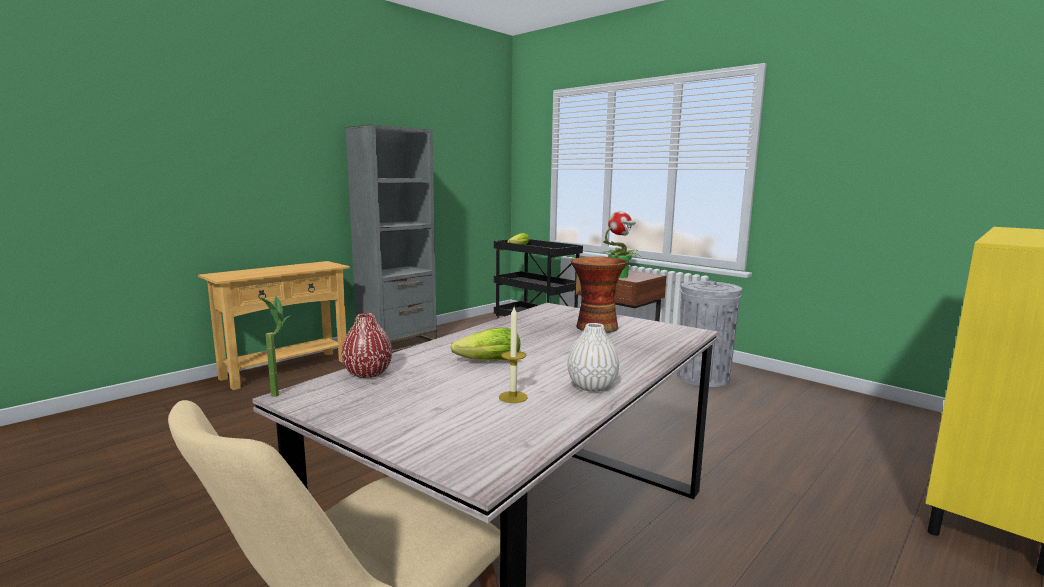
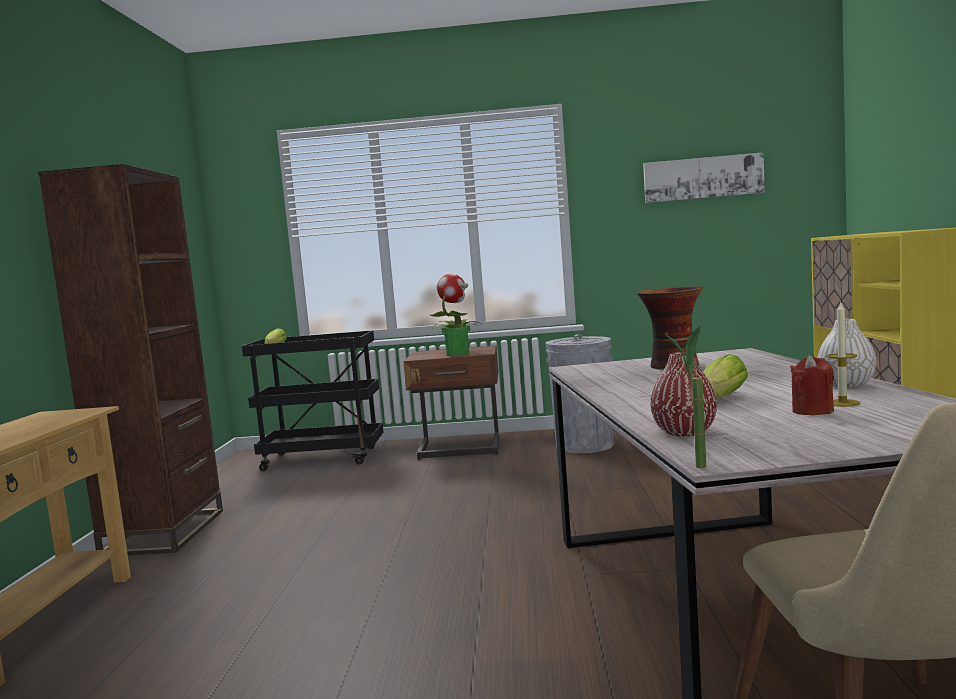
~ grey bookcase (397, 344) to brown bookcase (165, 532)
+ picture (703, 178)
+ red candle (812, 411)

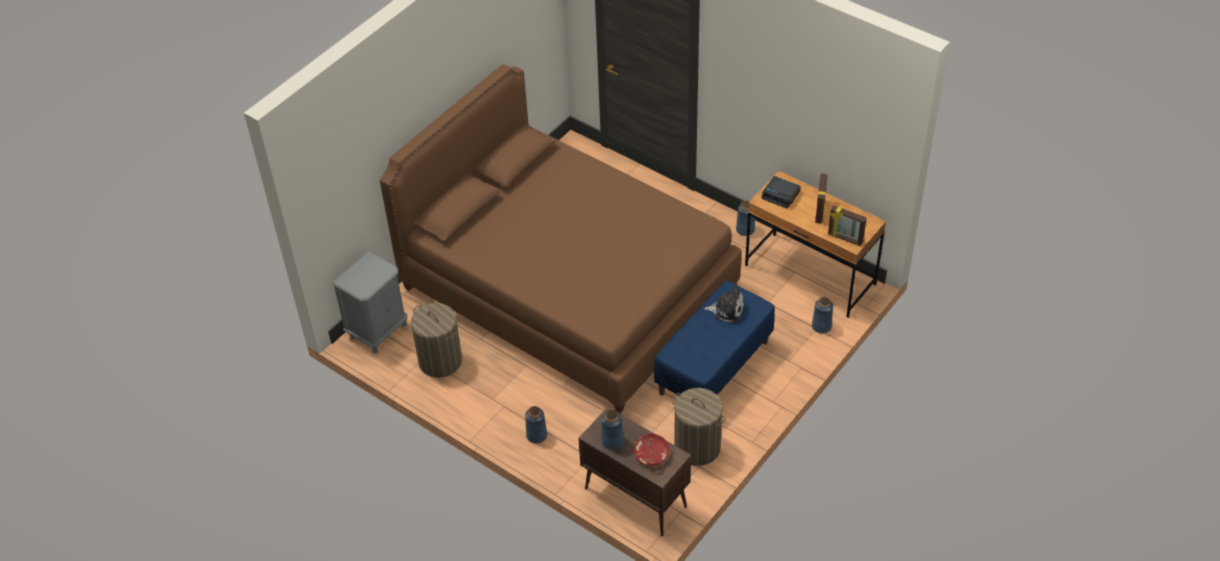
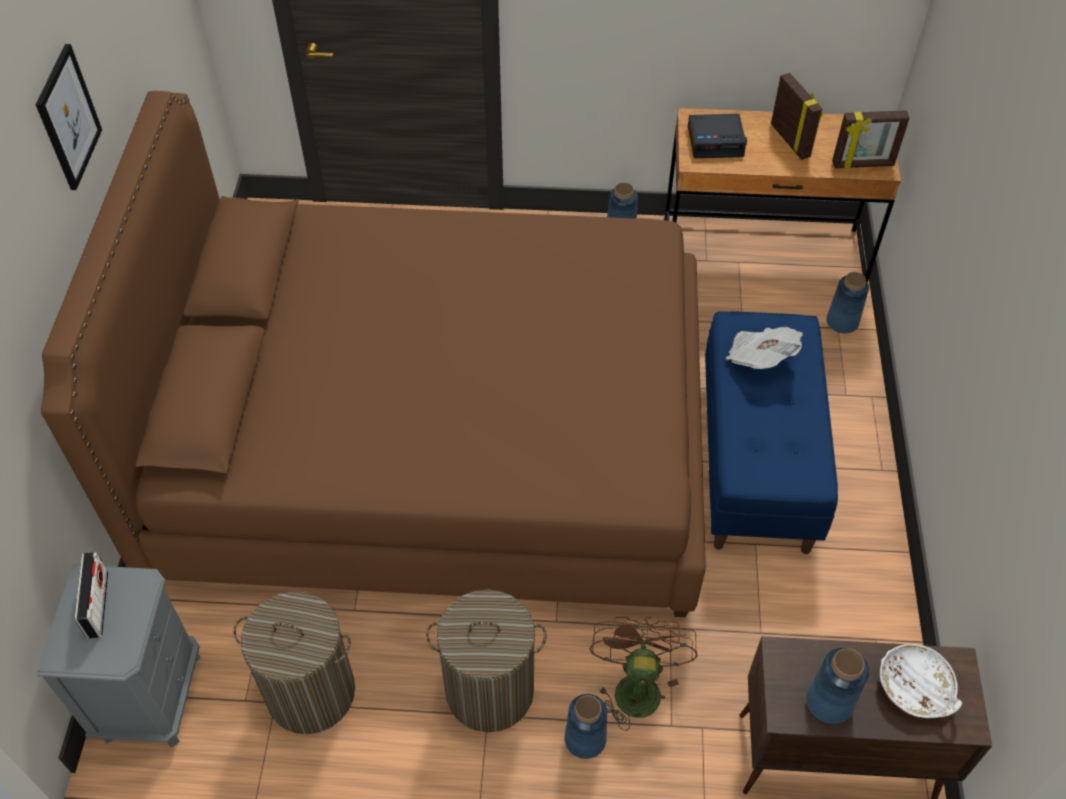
~ red bowl (651, 455) to white bowl (916, 689)
~ laundry basket (697, 447) to (490, 690)
~ plush toy (727, 310) to newspaper (760, 358)
+ picture (68, 117)
+ radio (98, 604)
+ brown fan (635, 685)

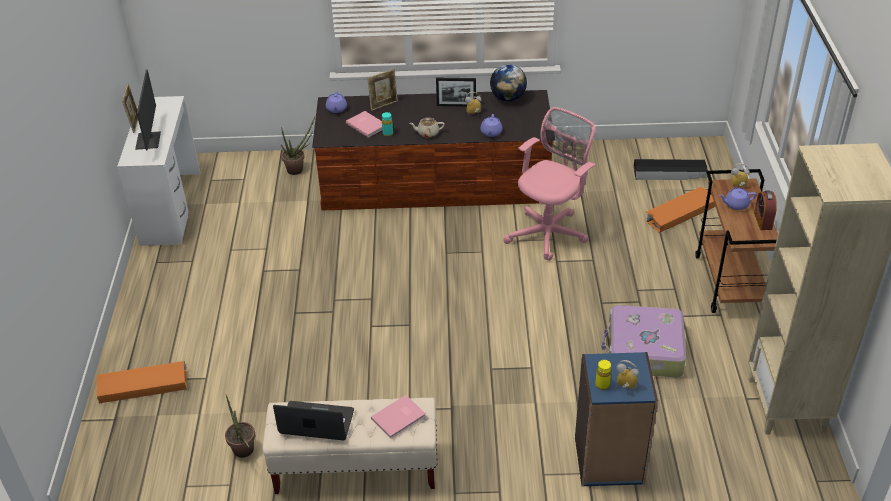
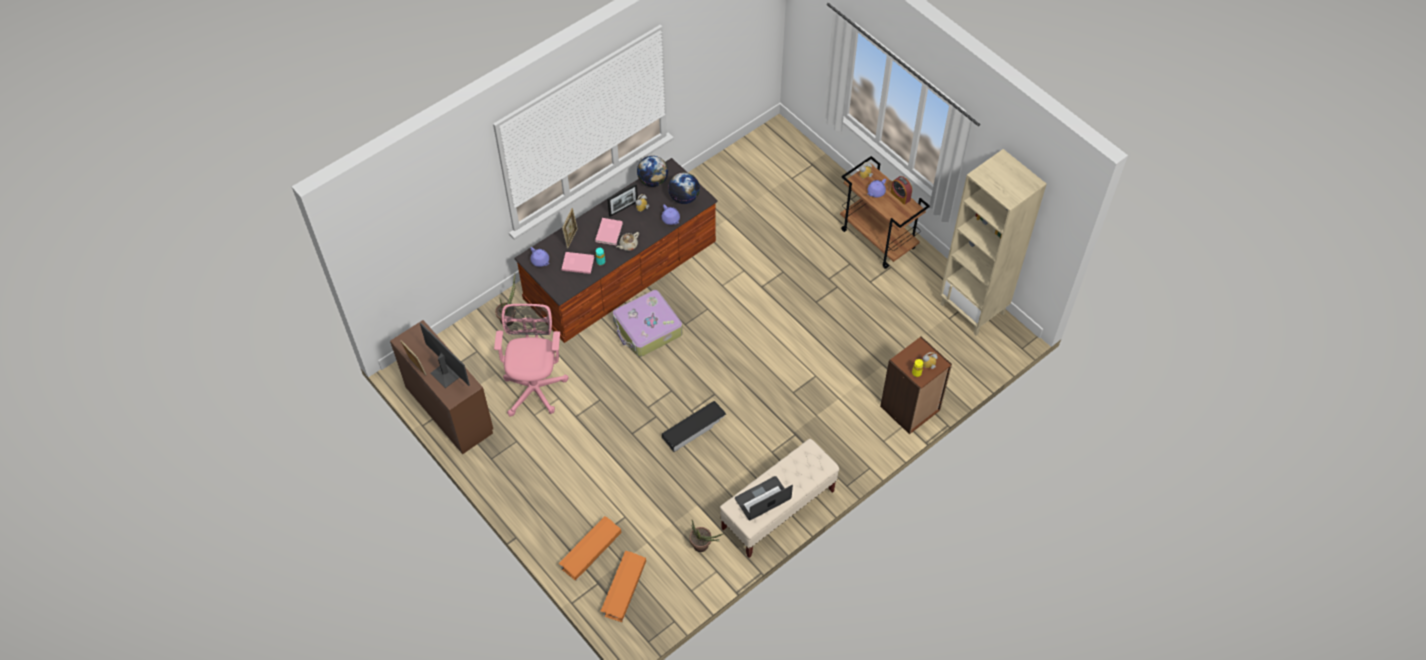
~ white desk (170, 208) to brown desk (449, 409)
~ pink book (399, 418) to (610, 232)
~ pink office chair (549, 232) to (535, 387)
~ blue bookcase (609, 461) to brown bookcase (910, 409)
~ suitcase (644, 350) to (647, 329)
~ black storage box (669, 173) to (694, 428)
~ orange storage box (679, 213) to (623, 588)
+ globe (684, 198)

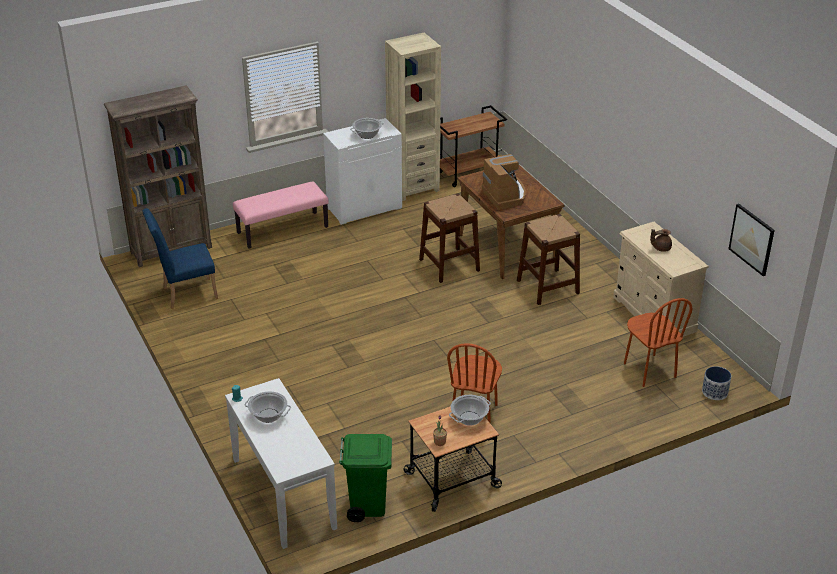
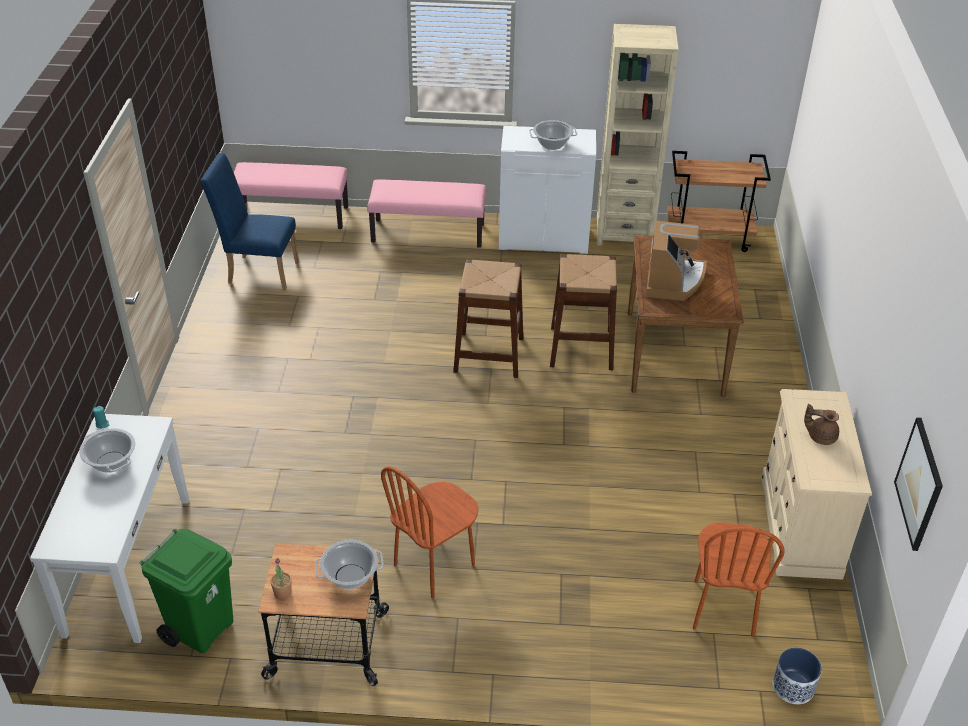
~ brown bookcase (172, 250) to pink bench (292, 215)
~ brown stool (547, 287) to (489, 354)

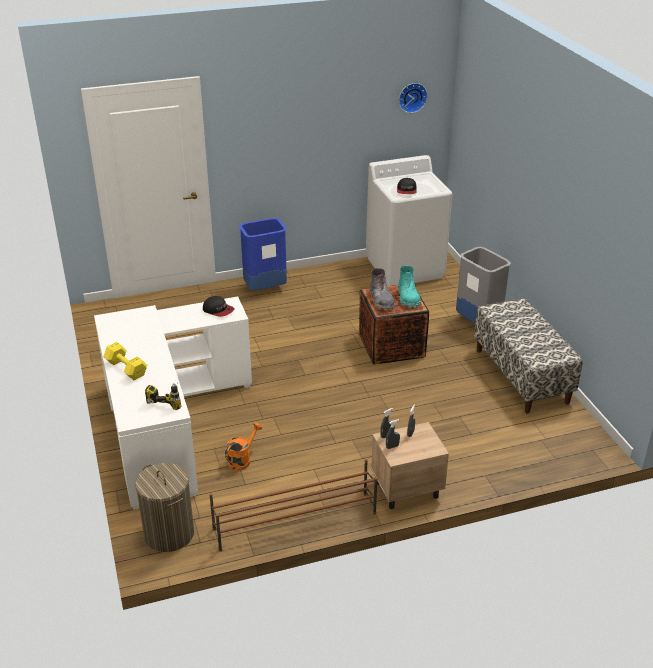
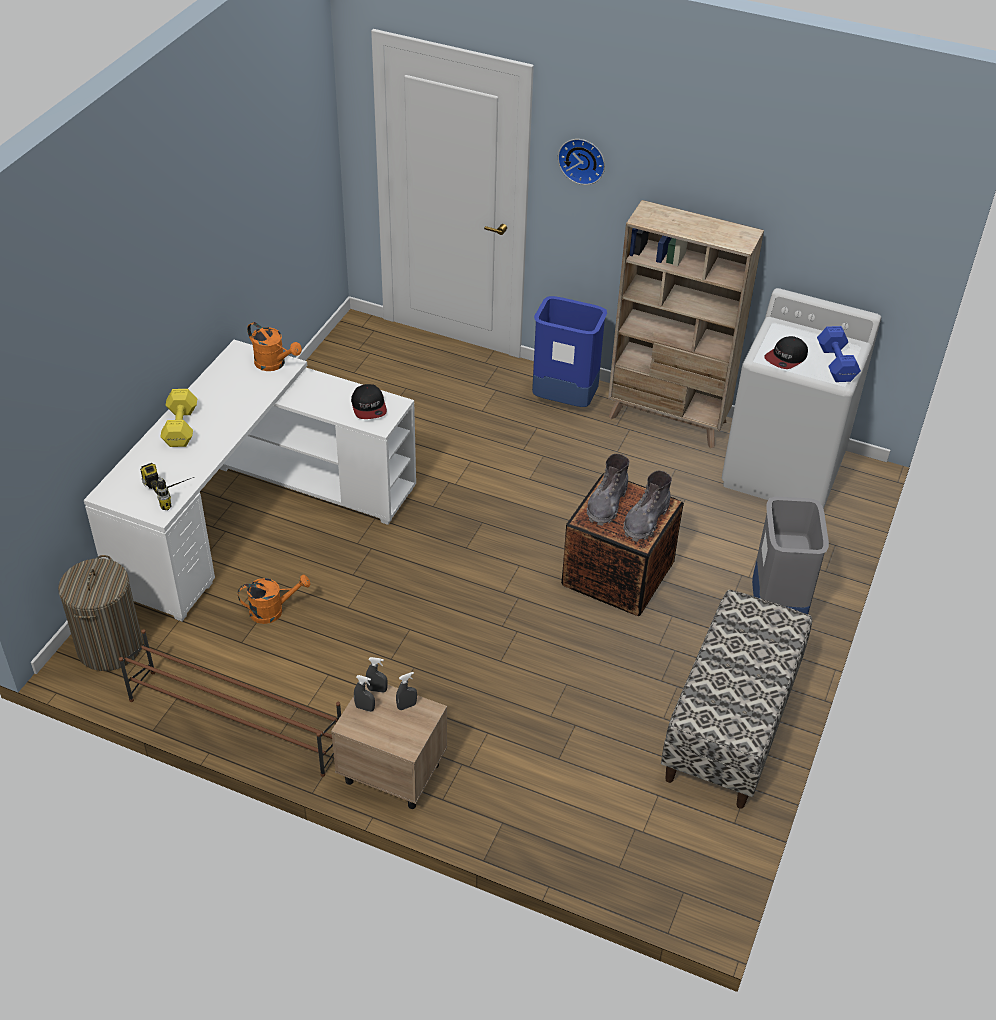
~ turquoise boot (408, 298) to grey boot (645, 521)
~ wall clock (412, 97) to (582, 160)
+ orange watering can (274, 364)
+ beige bookcase (668, 420)
+ blue dumbbell (836, 363)

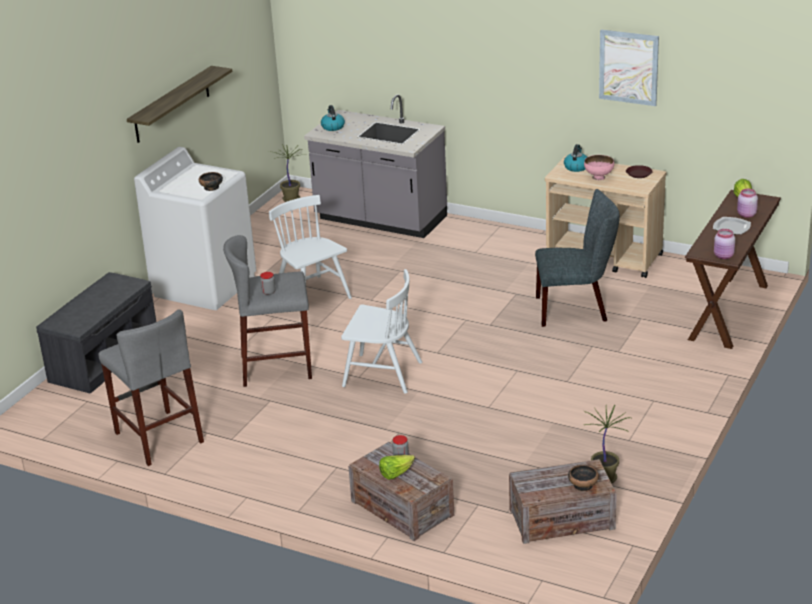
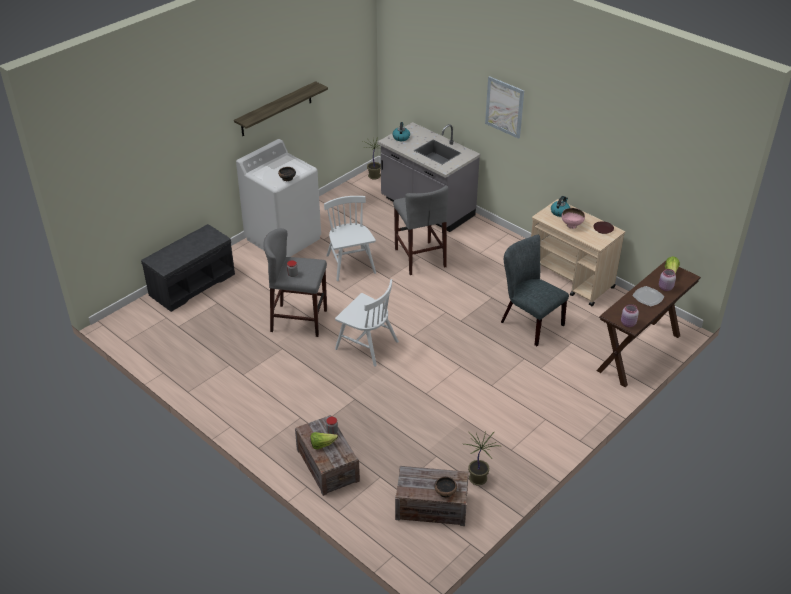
~ grey stool (159, 437) to (420, 258)
~ grey chair (576, 309) = (528, 322) 150 degrees counterclockwise
~ picture (628, 67) to (504, 107)

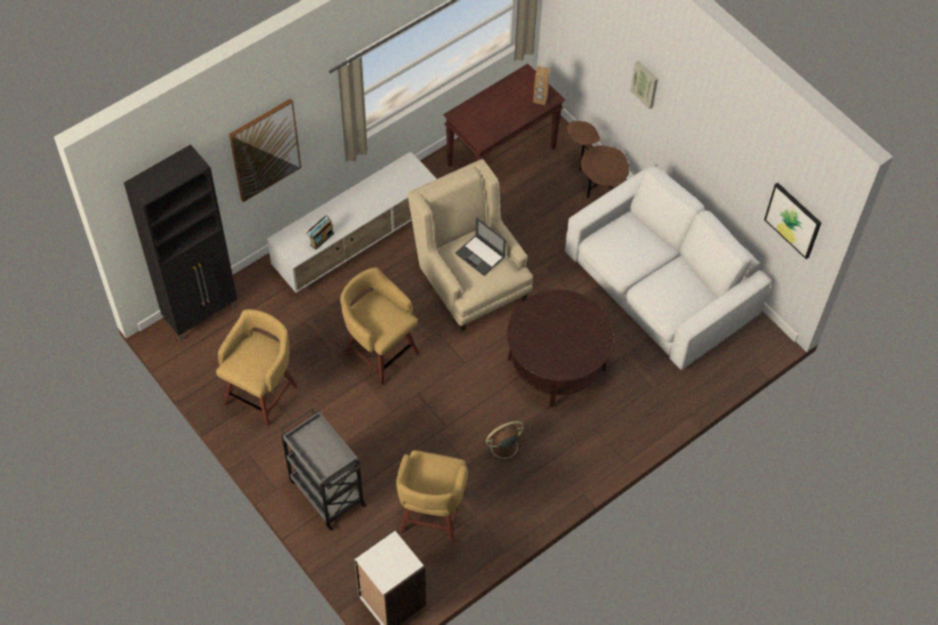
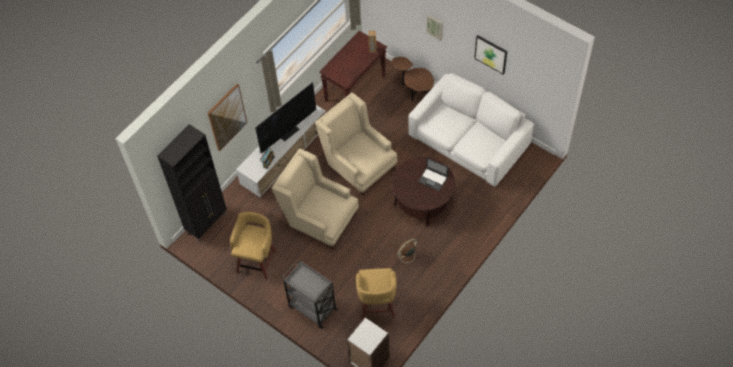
~ yellow stool (380, 351) to beige armchair (319, 219)
~ laptop (481, 255) to (433, 179)
~ picture (793, 220) to (491, 54)
+ television (288, 131)

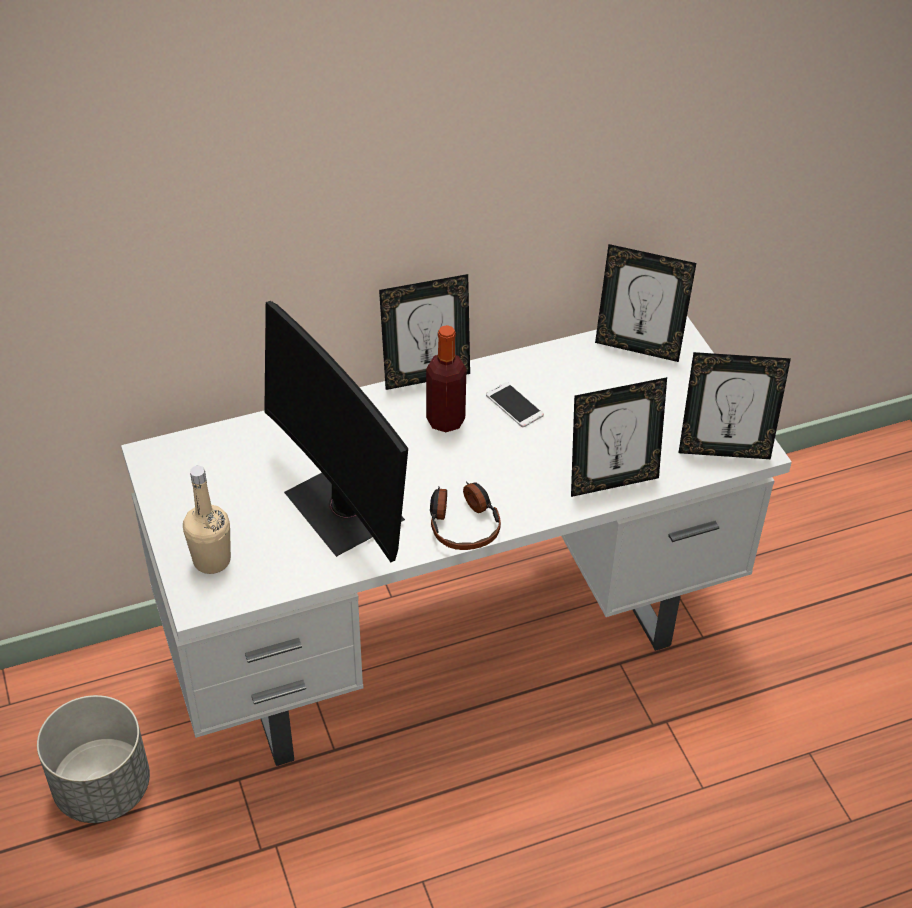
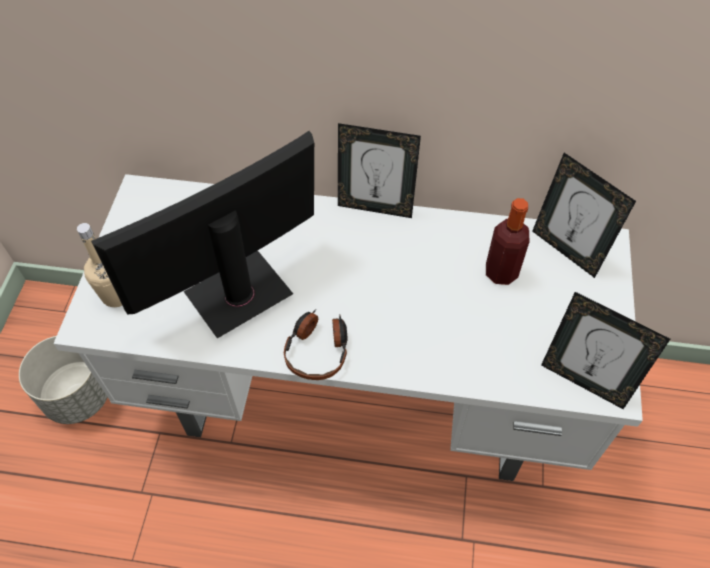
~ monitor (344, 509) = (238, 295) 60 degrees clockwise
~ bottle (445, 420) to (501, 272)
- phone (514, 405)
- picture frame (612, 481)

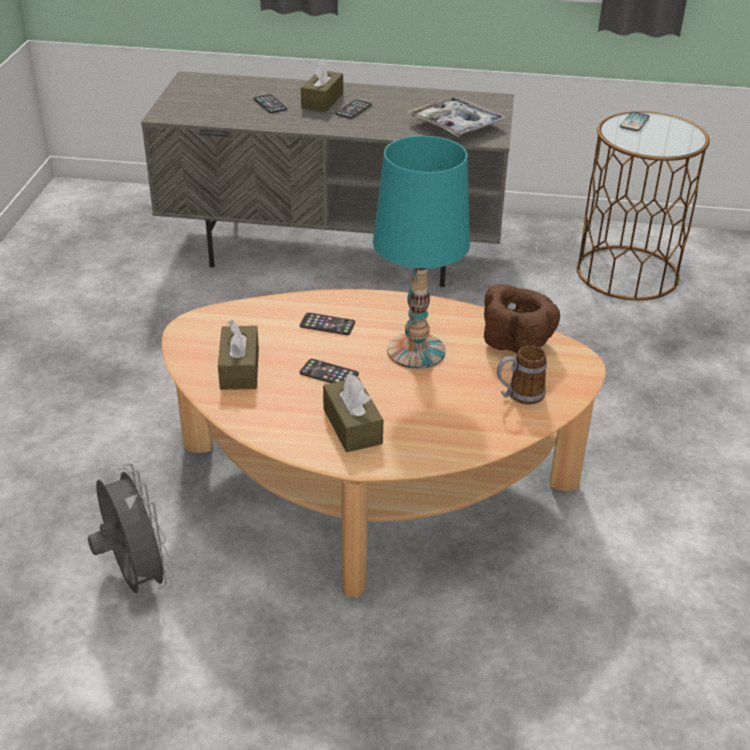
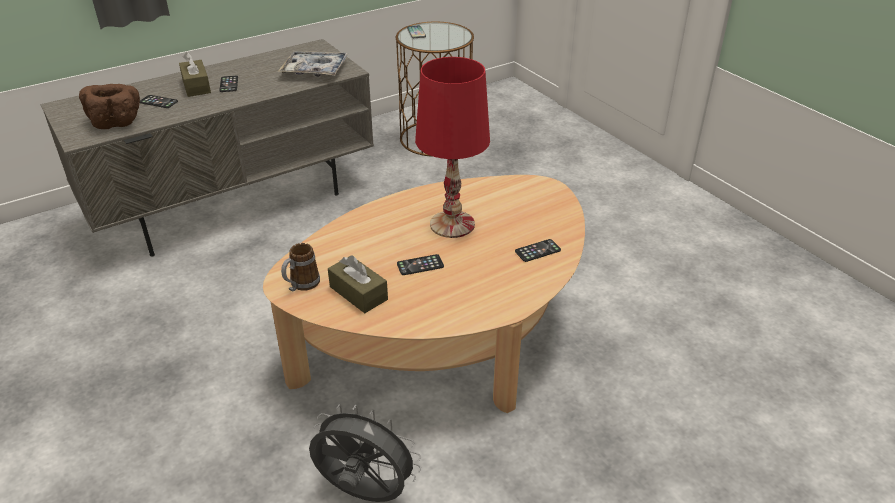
~ phone (327, 324) to (537, 251)
- brown tissue box (352, 426)
~ turquoise table lamp (416, 351) to red table lamp (452, 224)
~ brown bowl (516, 341) to (116, 122)
~ mug (519, 395) to (301, 285)

